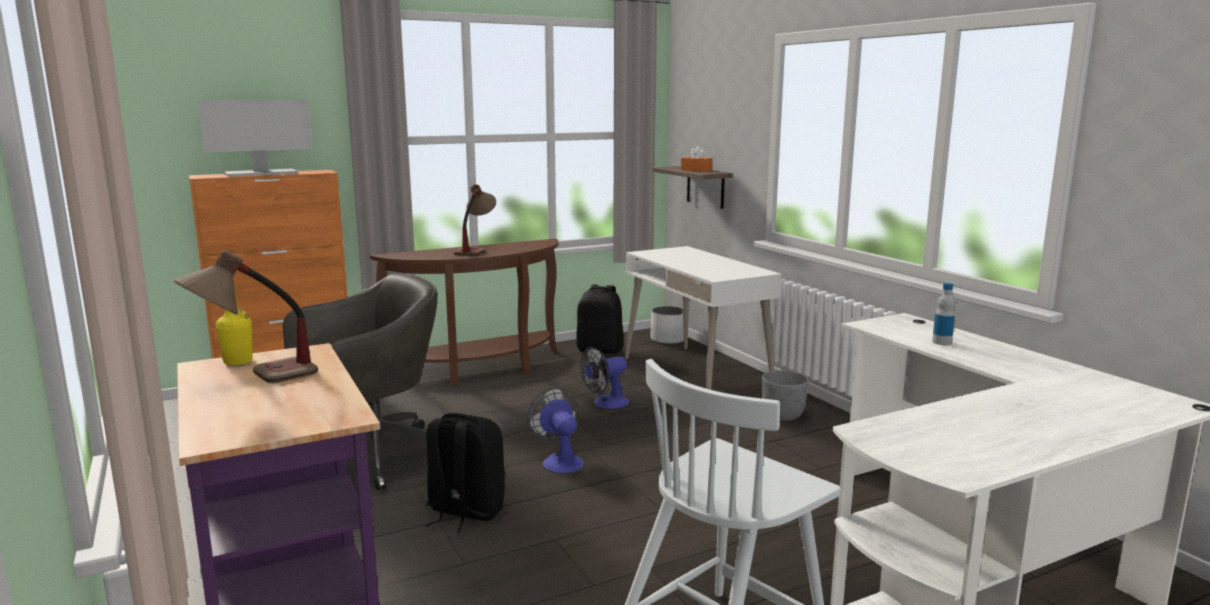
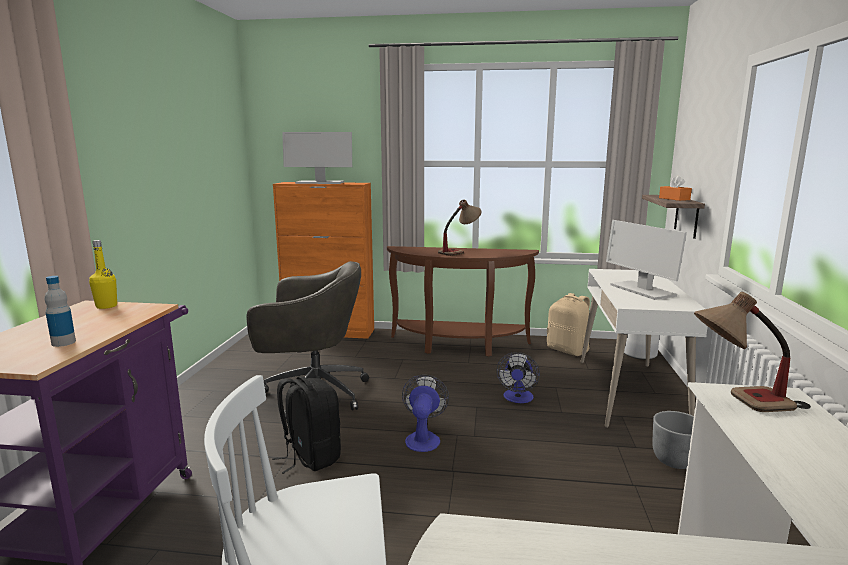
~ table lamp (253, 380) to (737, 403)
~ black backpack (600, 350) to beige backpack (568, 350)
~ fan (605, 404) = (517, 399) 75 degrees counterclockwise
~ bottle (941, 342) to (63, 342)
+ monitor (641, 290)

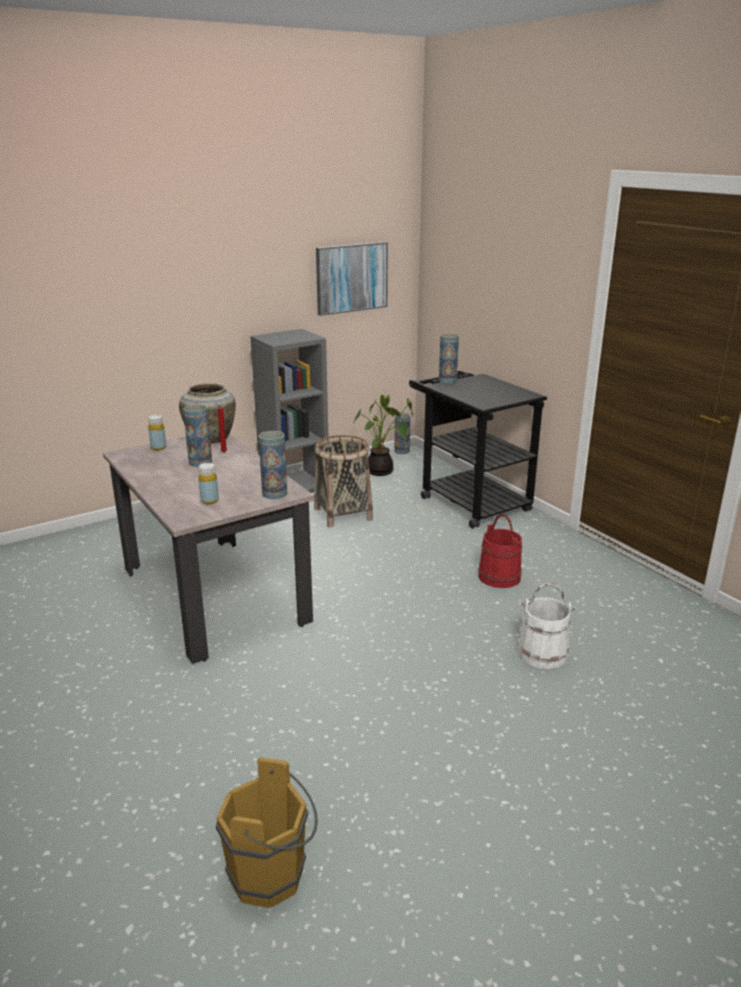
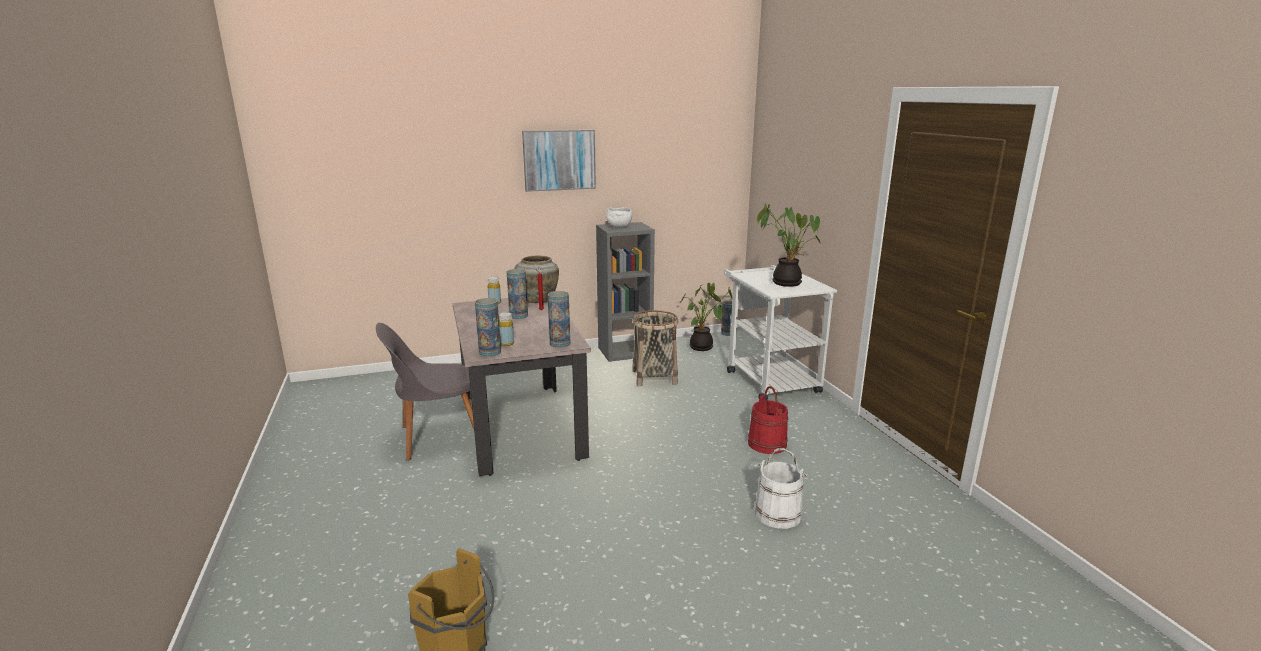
~ picture (351, 278) to (559, 160)
~ black cart (468, 500) to white cart (768, 378)
~ vase (447, 380) to (490, 352)
+ grey chair (437, 437)
+ white bowl (619, 227)
+ potted plant (786, 282)

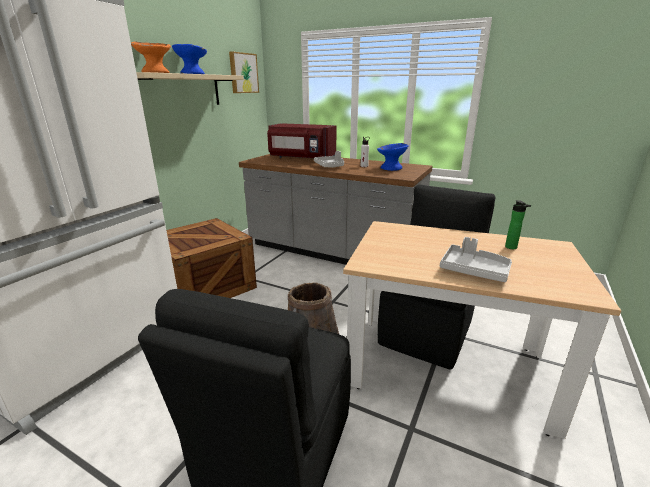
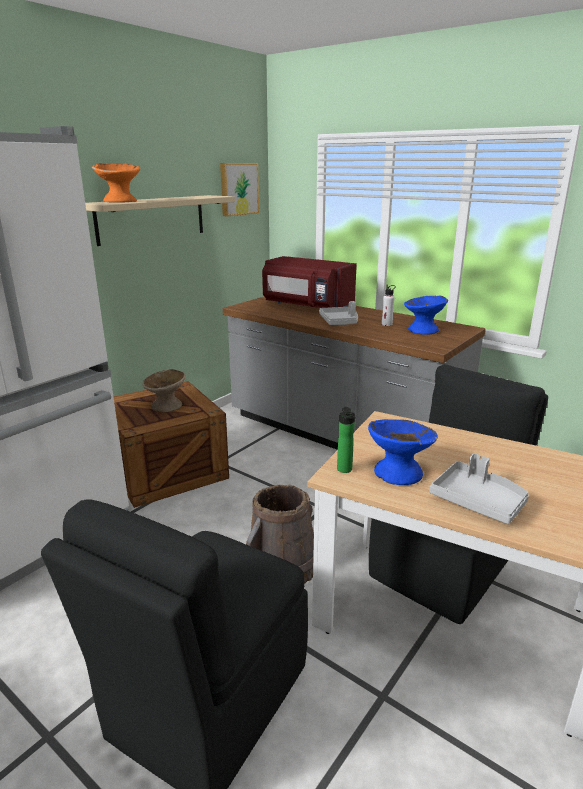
~ blue bowl (192, 74) to (398, 473)
~ bottle (512, 248) to (345, 470)
+ beige bowl (167, 406)

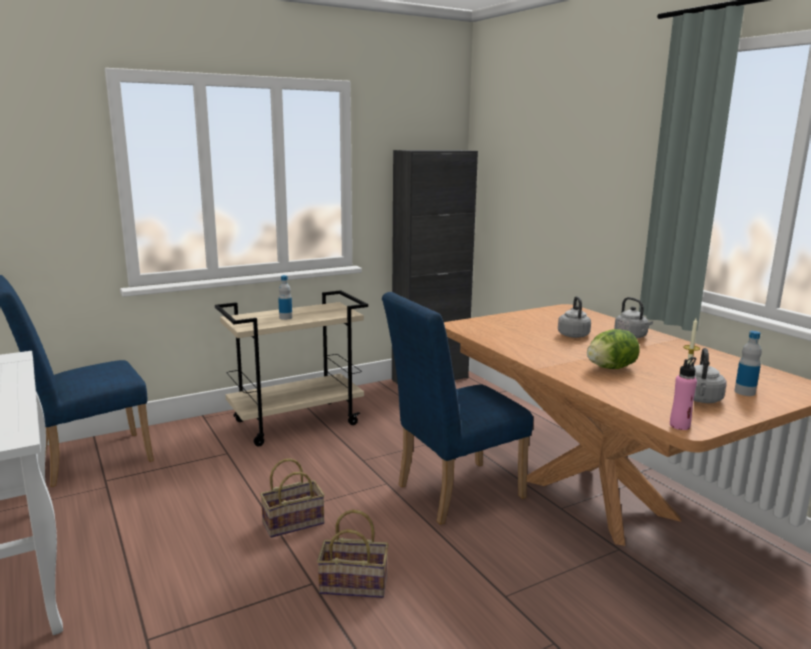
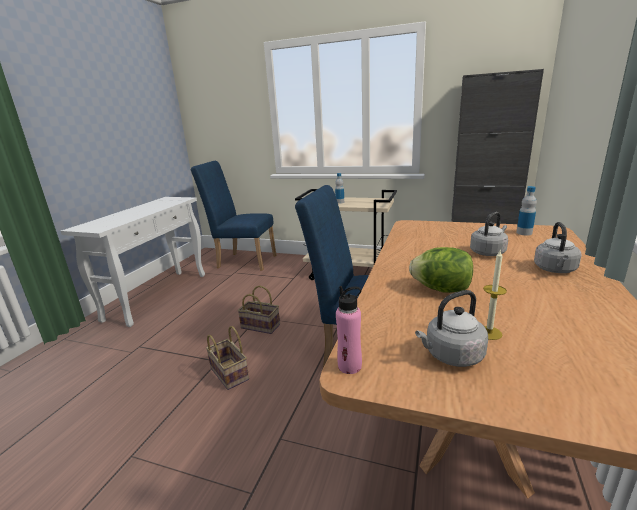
~ bottle (744, 392) to (524, 233)

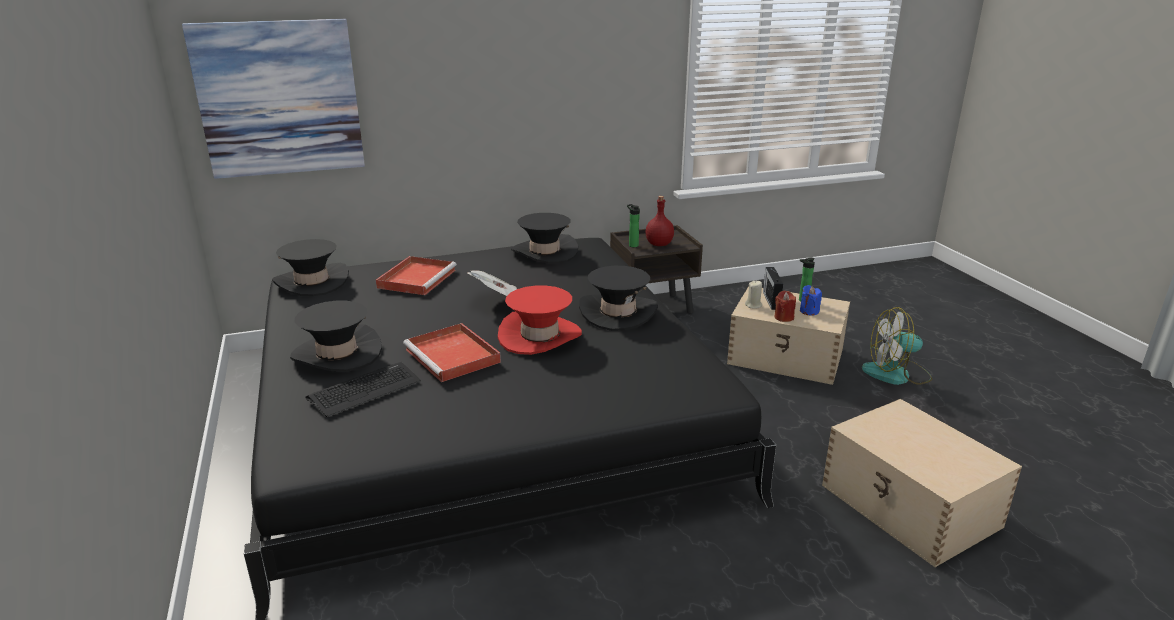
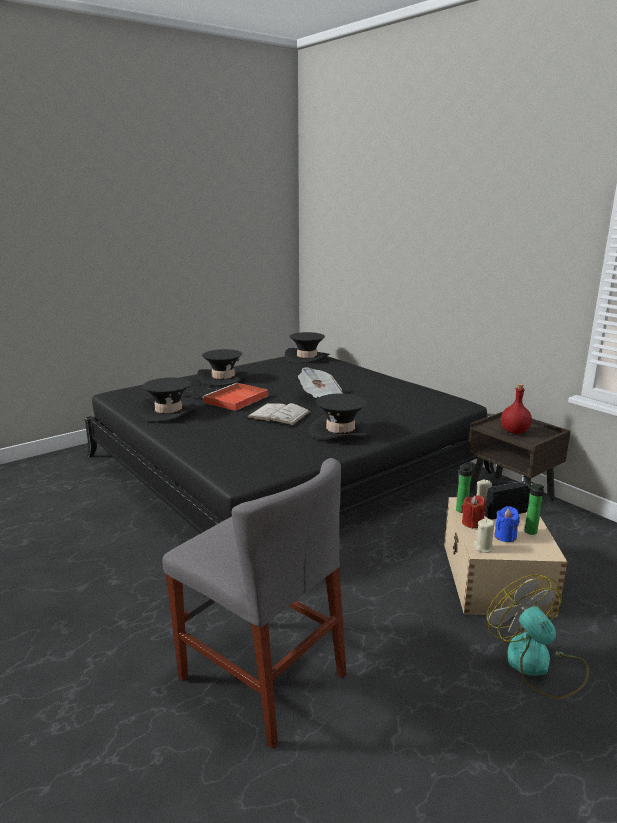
- picture (279, 98)
- red tray (417, 278)
~ red hat (540, 336) to white book (279, 414)
~ black hat (544, 252) to (168, 412)
~ bottle (632, 245) to (462, 509)
~ beige storage box (910, 507) to grey chair (261, 676)
+ beige candle (483, 547)

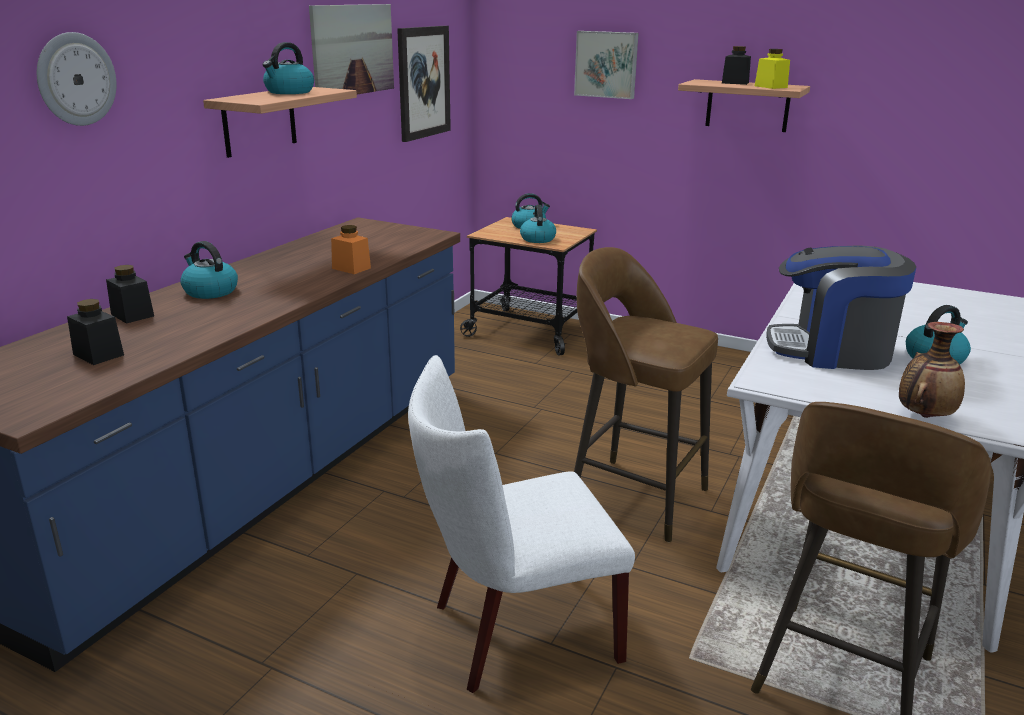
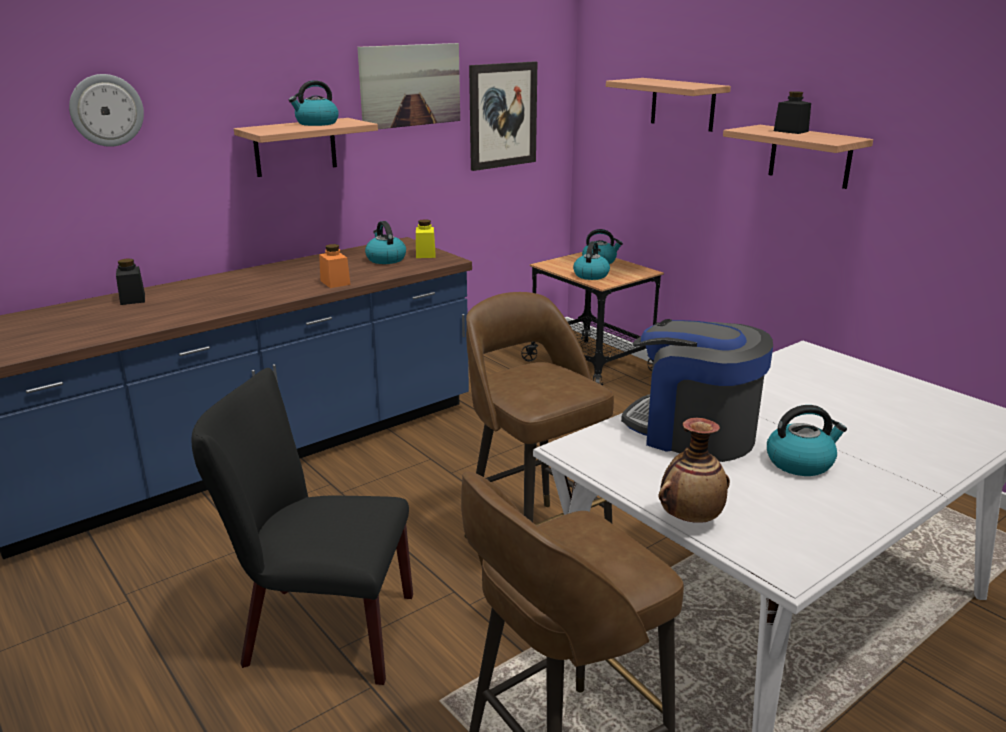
- black jar (98, 355)
~ kettle (210, 291) to (385, 259)
~ white chair (514, 632) to black chair (318, 630)
~ picture (606, 64) to shelf (682, 104)
~ yellow jar (770, 87) to (425, 254)

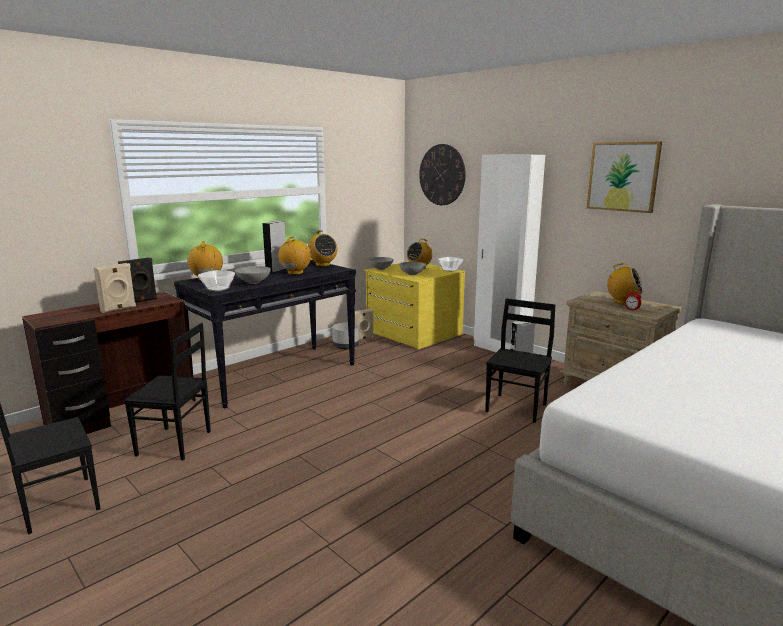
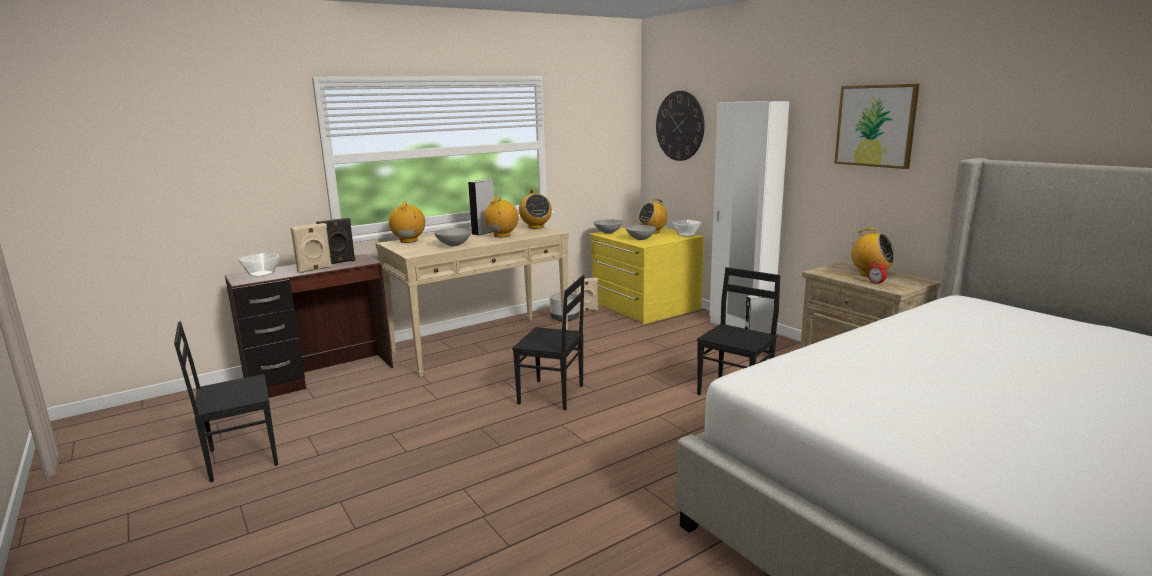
~ black chair (175, 444) to (552, 395)
~ black console table (275, 374) to beige console table (481, 344)
~ bowl (218, 289) to (262, 274)

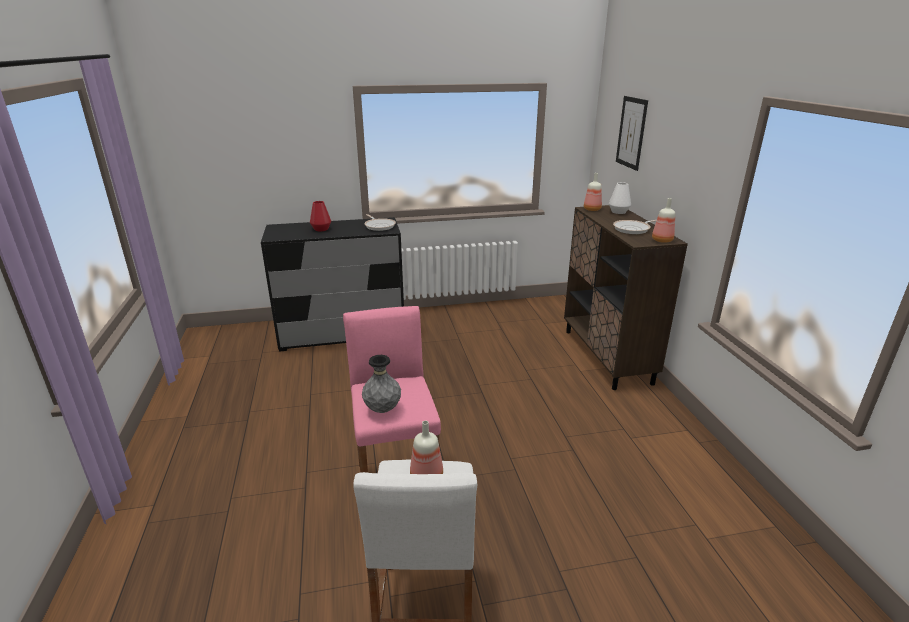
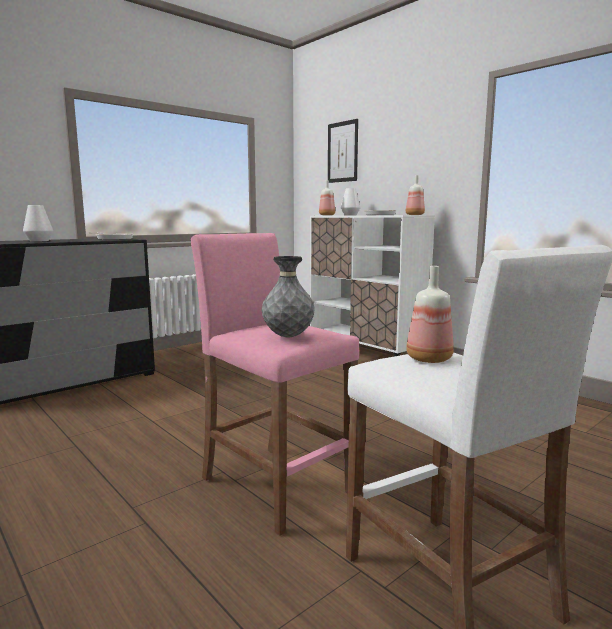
~ red vase (321, 229) to white vase (39, 241)
~ brown cabinet (607, 356) to white cabinet (365, 352)

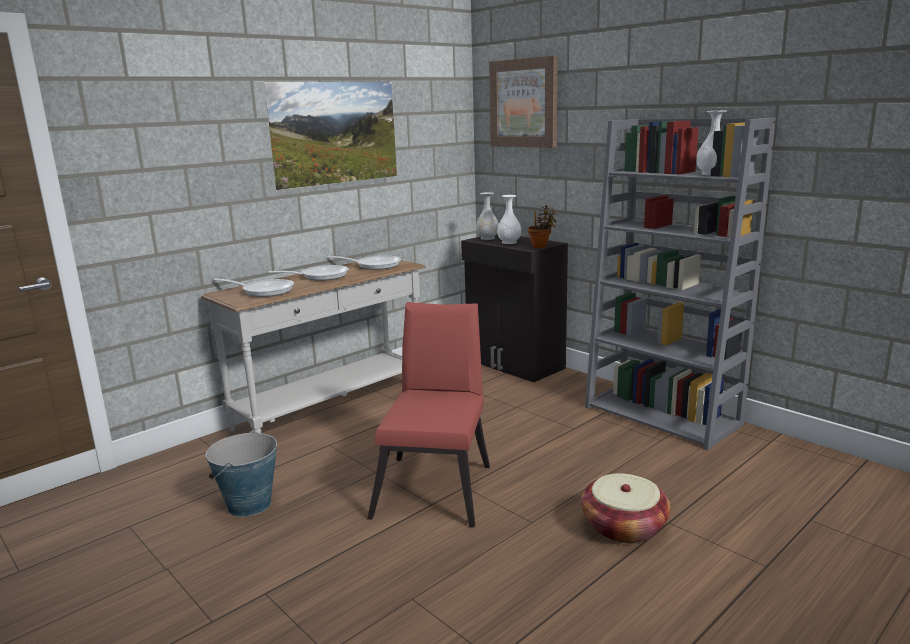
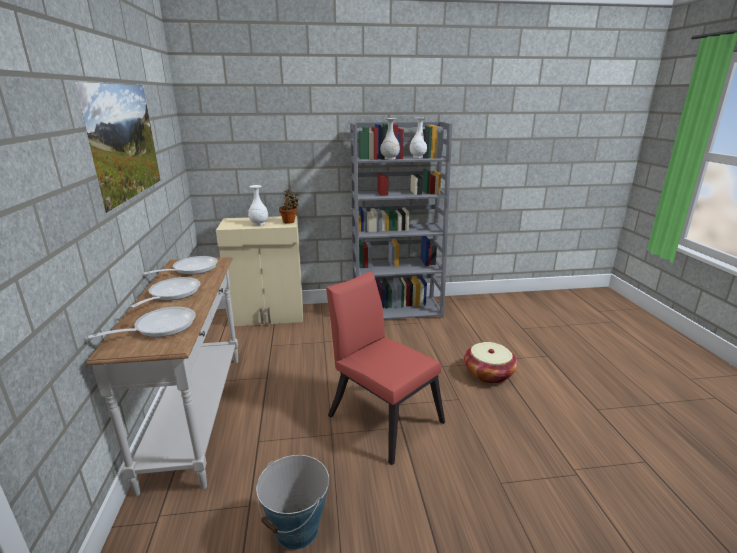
~ black cabinet (514, 364) to beige cabinet (268, 316)
~ white vase (487, 238) to (389, 158)
- picture (524, 103)

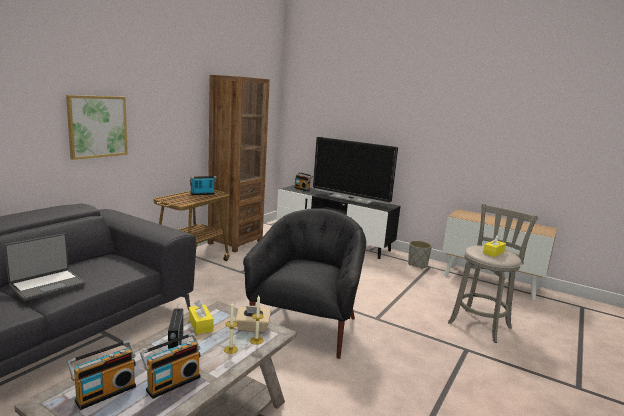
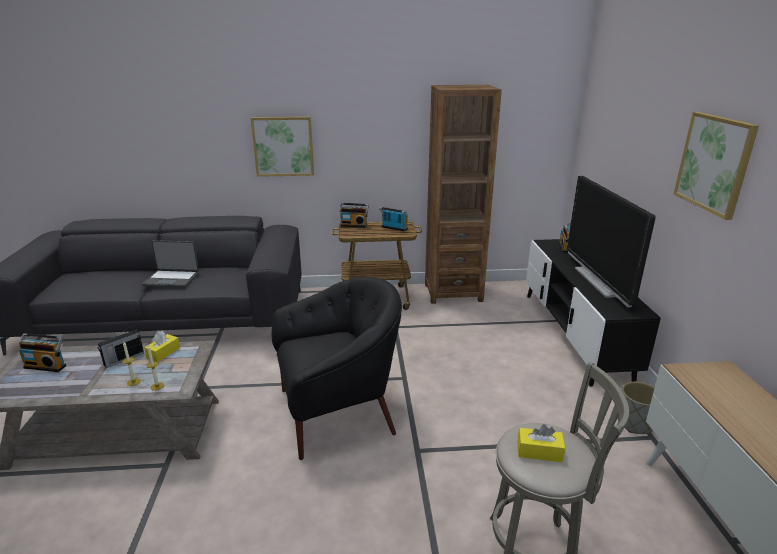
~ radio (172, 382) to (354, 225)
- beige tissue box (252, 328)
+ picture (714, 163)

